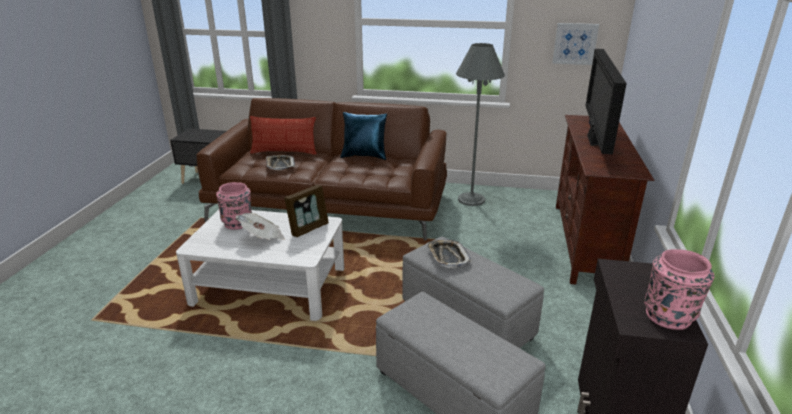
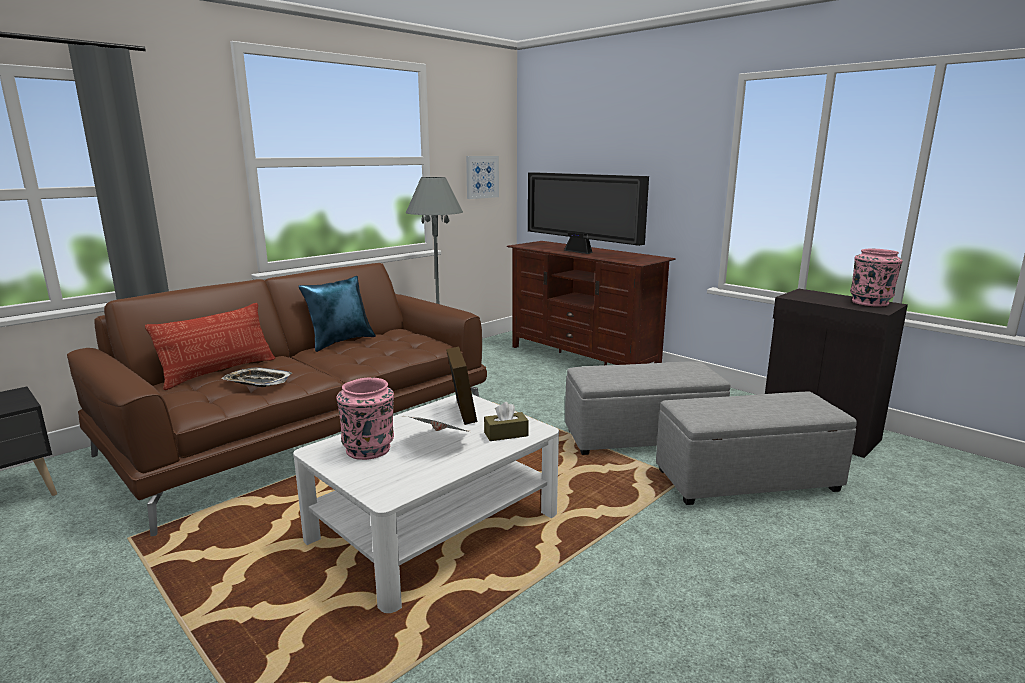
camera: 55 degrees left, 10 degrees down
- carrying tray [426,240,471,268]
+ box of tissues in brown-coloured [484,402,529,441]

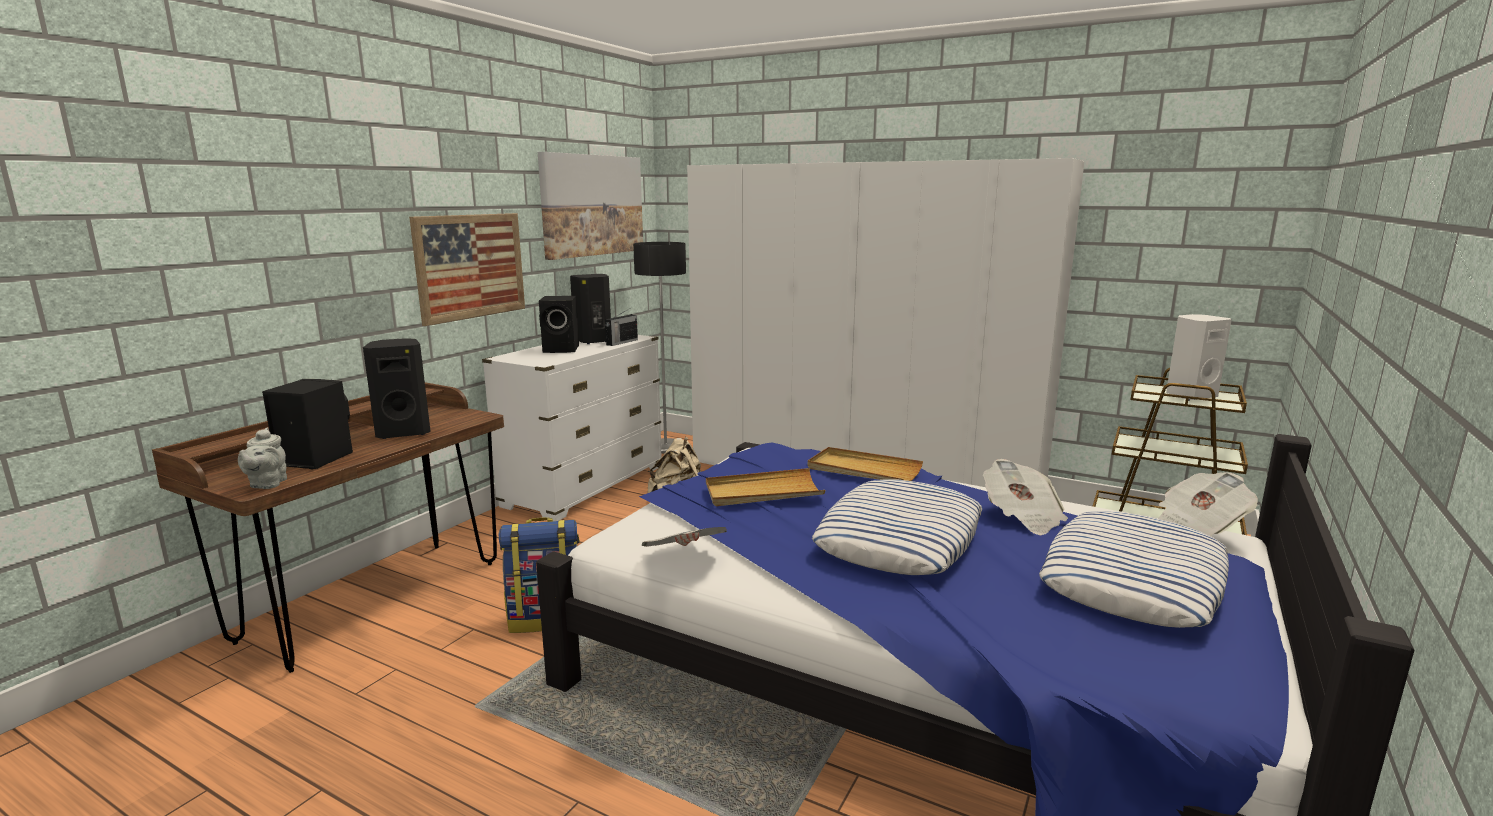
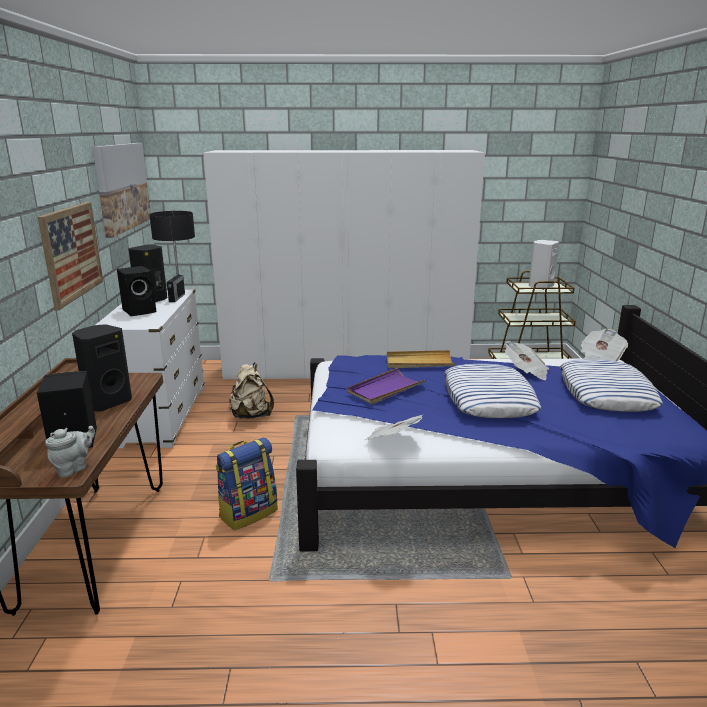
camera: 30 degrees left, 5 degrees up
~ carrying tray in beige-coloured [706,468,825,506] to carrying tray in purple-coloured [347,368,426,404]
~ pot for tea in gray [238,428,287,489] = [45,426,95,477] 105 degrees counterclockwise

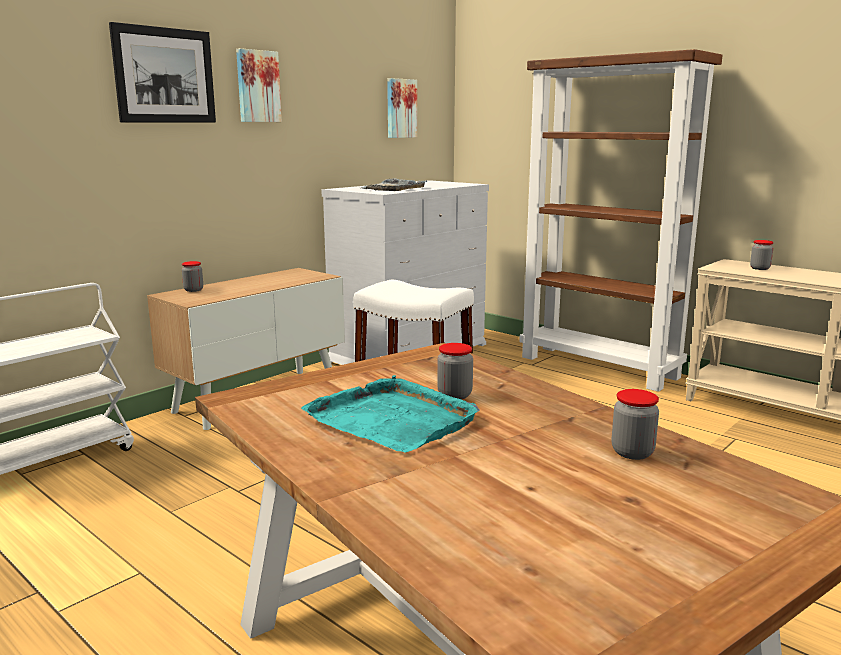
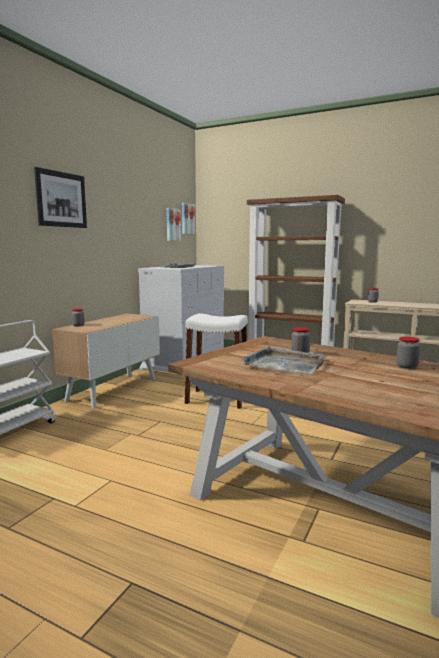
camera: 15 degrees left, 5 degrees down
~ wall picture [236,48,282,122] to [182,203,195,234]
~ carrying tray in turquoise-coloured [301,375,480,453] to carrying tray in gray [241,346,327,374]

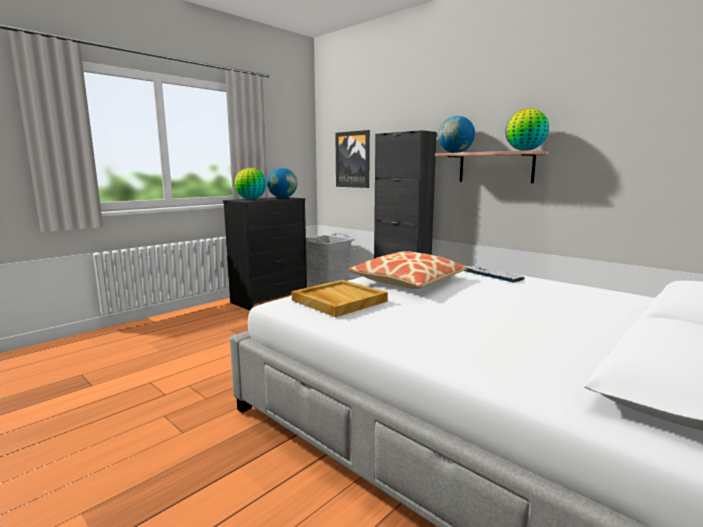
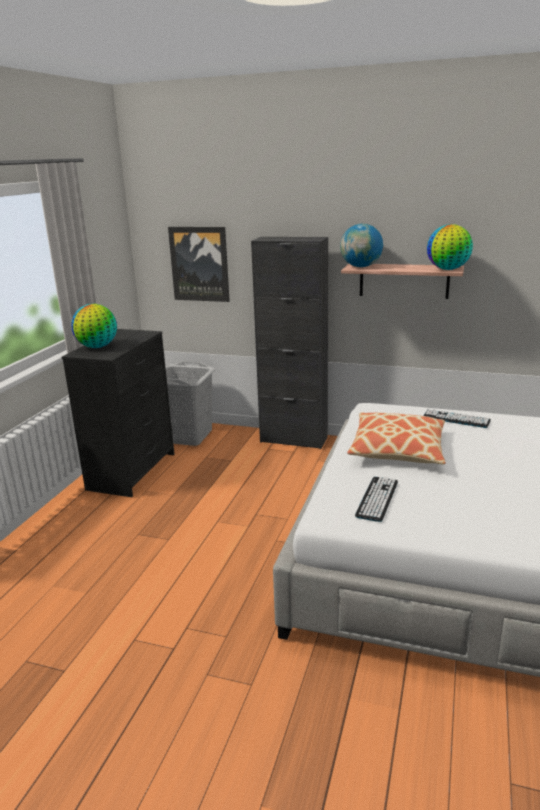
camera: 25 degrees left, 10 degrees up
- world globe [267,168,297,198]
~ carrying tray in beige-coloured [292,280,388,317] to keyboard [355,477,398,522]

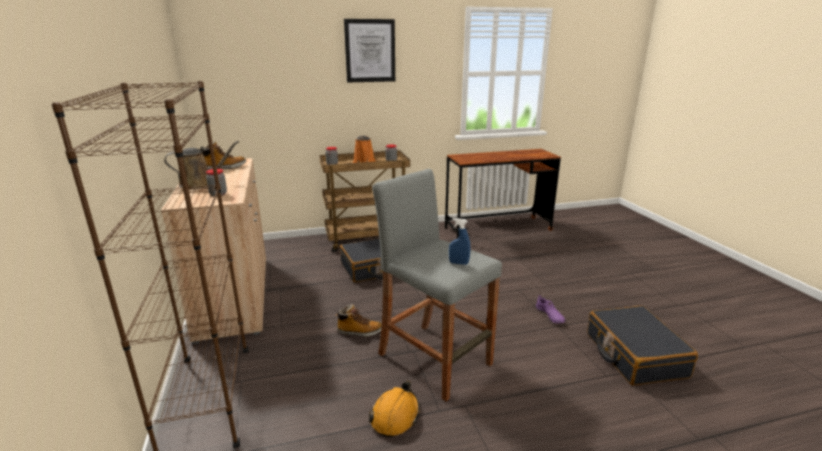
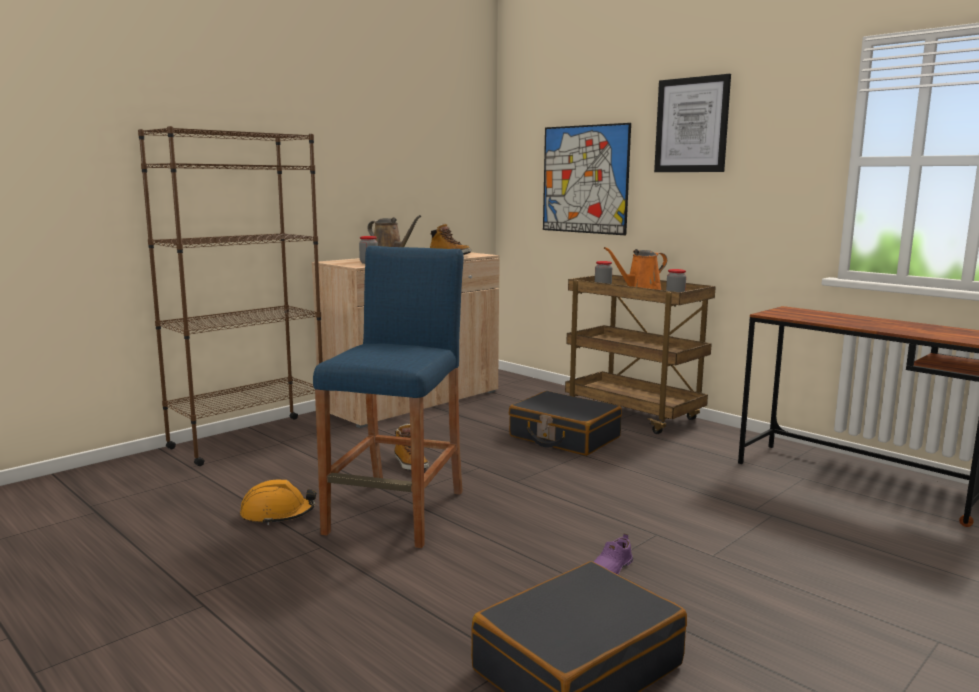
camera: 60 degrees right, 10 degrees down
- hand sprayer in blue-coloured [449,218,470,265]
+ wall picture [543,123,631,235]
~ stool in gray [372,169,502,401] to stool in blue-coloured [313,246,464,548]

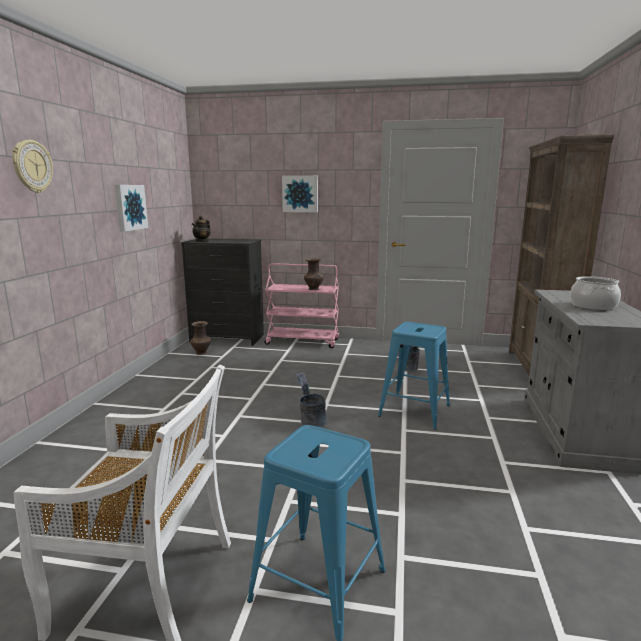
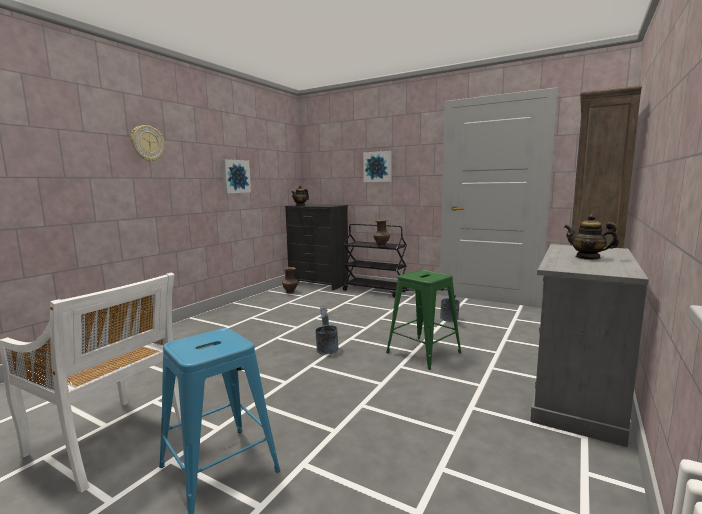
camera: 20 degrees right, 5 degrees down
~ saucepot [570,276,621,310] to pot for tea [564,214,619,260]
~ wheeled cart in pink [264,263,339,348] to wheeled cart in black [343,224,407,298]
~ stool in blue-coloured [378,322,450,429] to stool in green-coloured [386,270,461,370]

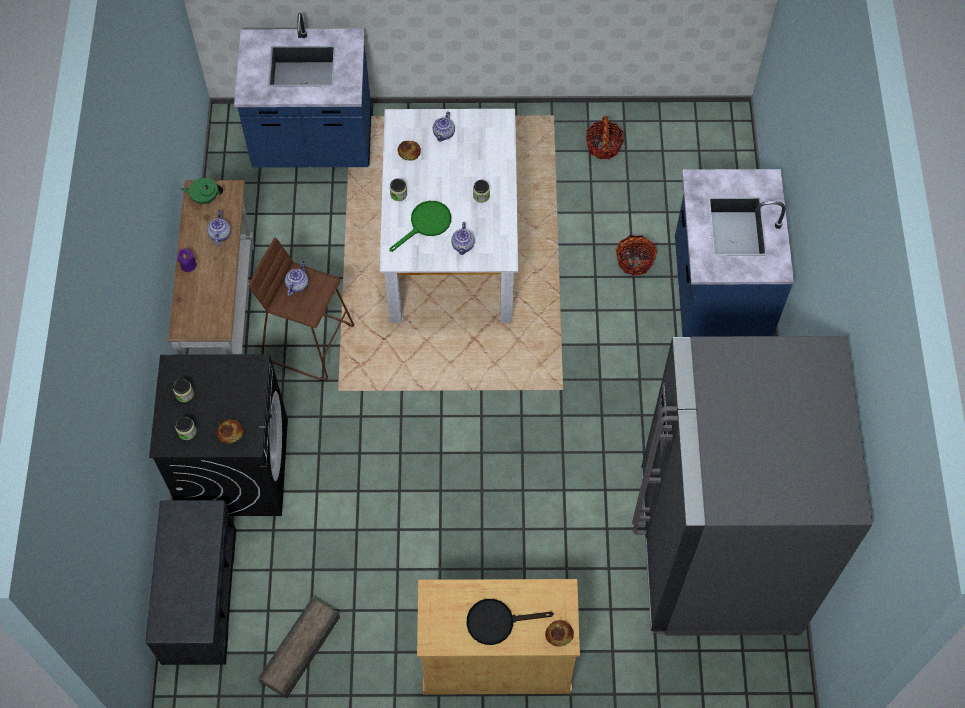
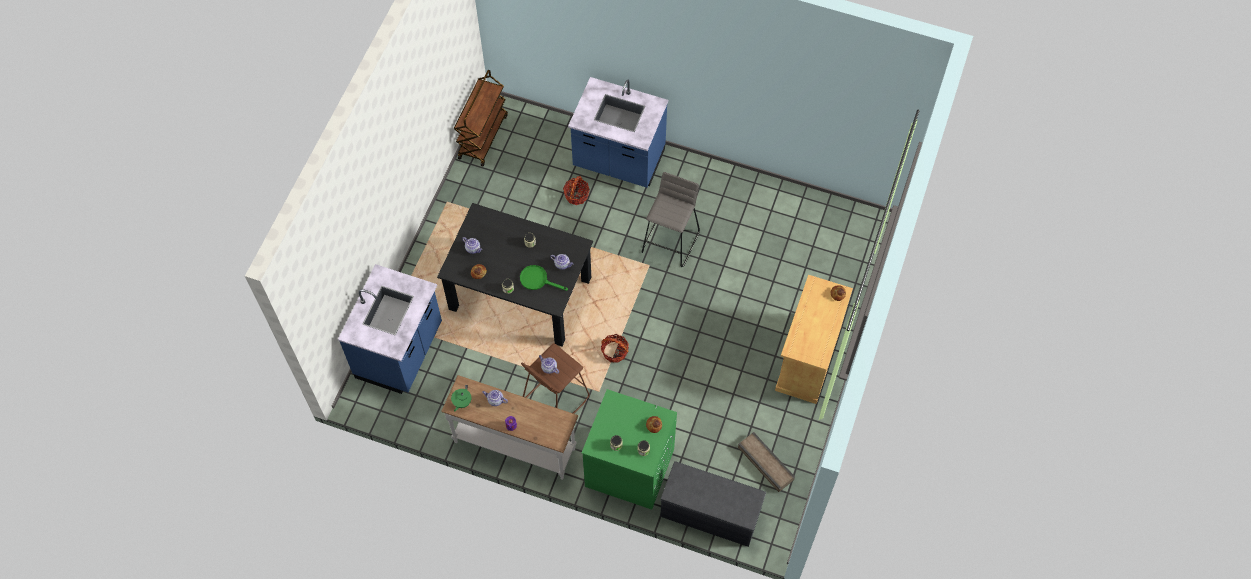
camera: 70 degrees left, 0 degrees up
- pan in black [467,599,554,645]
- kitchen fridge in gray [632,336,872,636]
+ wheeled cart in brown-coloured [454,70,508,167]
+ stool in gray [642,172,700,267]
~ household basket [586,116,624,159] to [601,334,629,363]
~ washing machine in black [149,354,288,516] to washing machine in green-coloured [582,389,677,510]
~ kitchen table in white-coloured [380,109,518,323] to kitchen table in black [437,203,593,346]
~ pan in green-coloured [390,201,451,252] = [520,265,568,291] 45 degrees counterclockwise

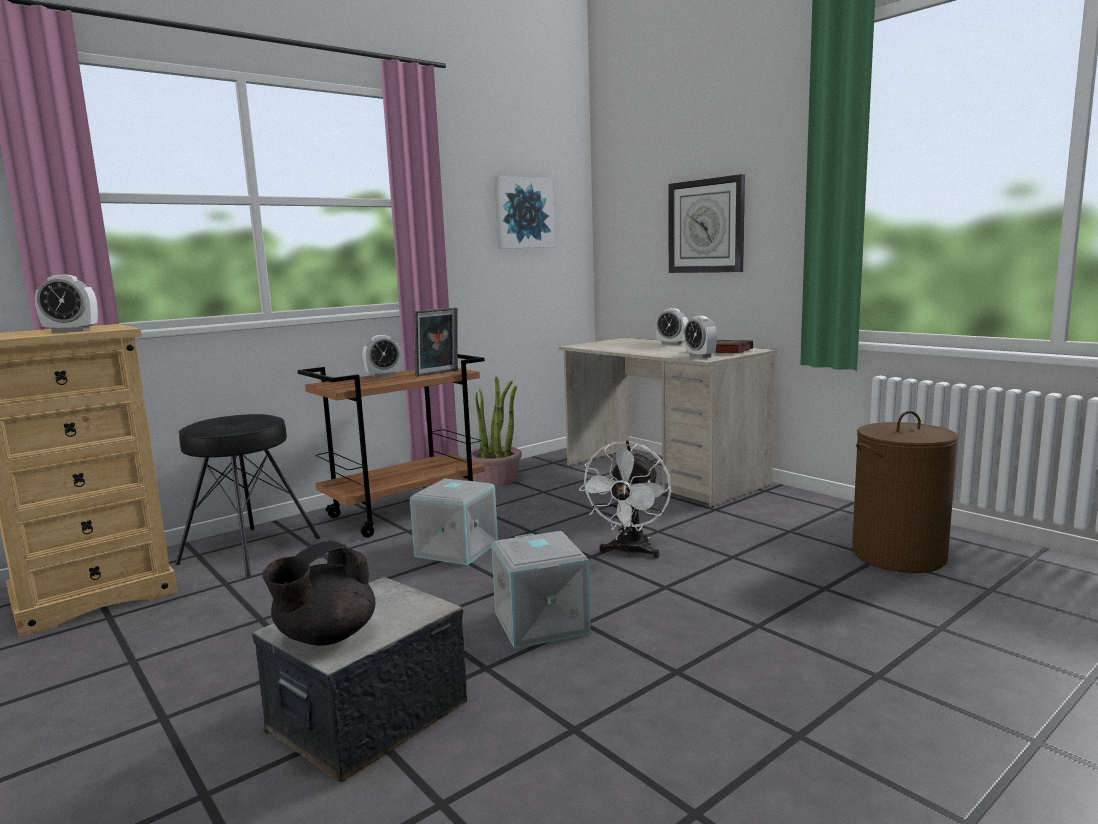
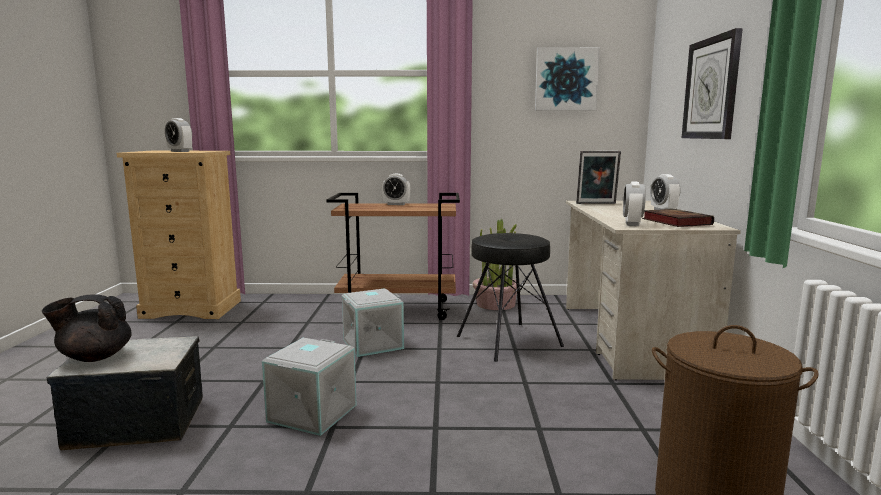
camera: 40 degrees right, 0 degrees up
- cooling fan in white-coloured [579,441,671,558]
~ stool in black [175,414,320,577] to [457,233,564,362]
~ standing frame [414,307,458,376] to [576,151,621,204]

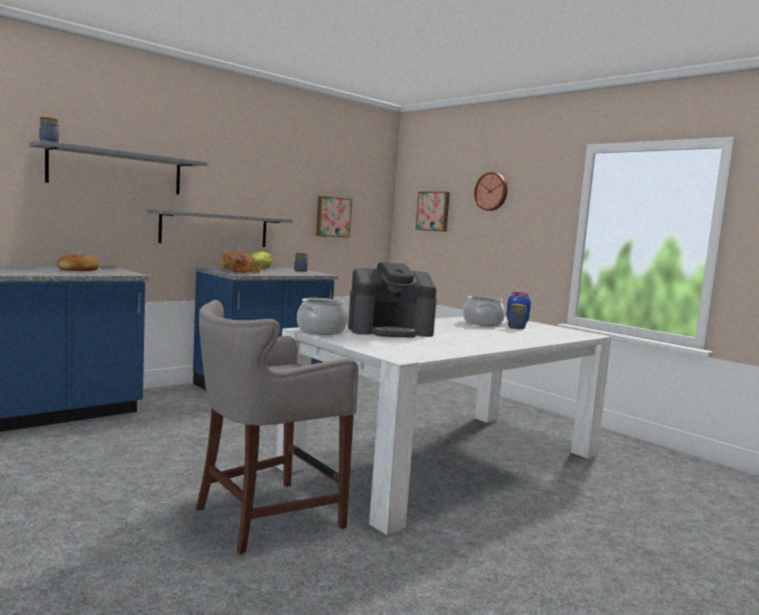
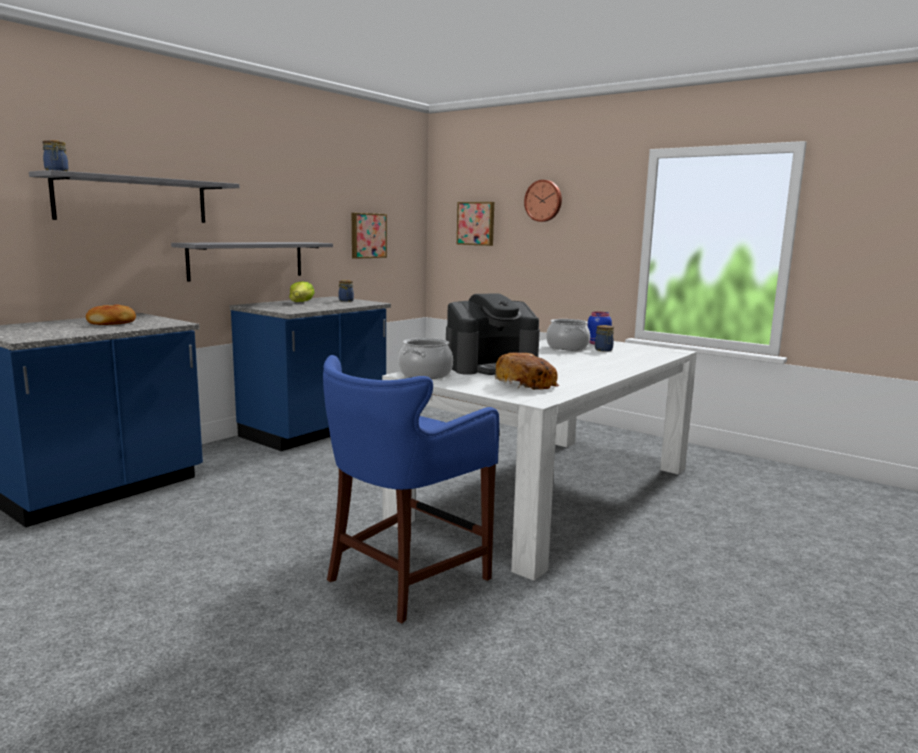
camera: 10 degrees left, 5 degrees up
~ bakery bread [221,251,261,274] to [495,352,559,390]
~ stool in gray [196,300,358,555] to stool in blue-coloured [323,355,499,623]

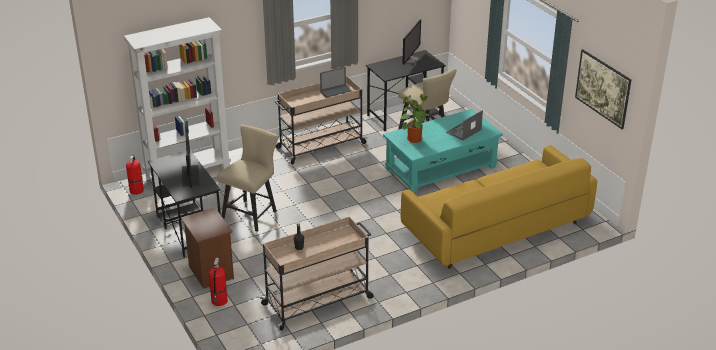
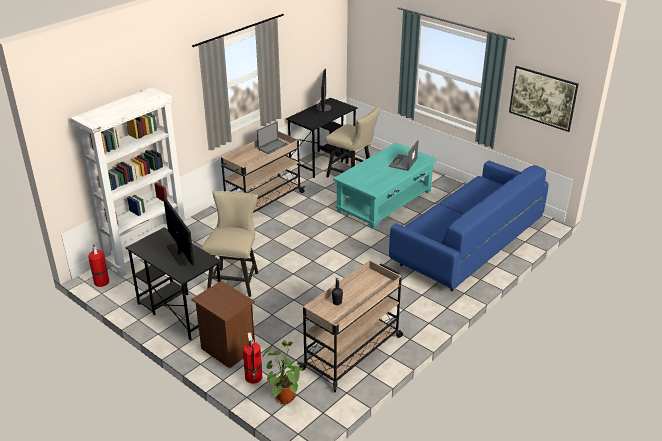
camera: 20 degrees left, 0 degrees up
~ houseplant [401,94,430,143] to [262,340,303,404]
~ couch in yellow [401,145,597,269] to couch in blue-coloured [389,161,549,291]

